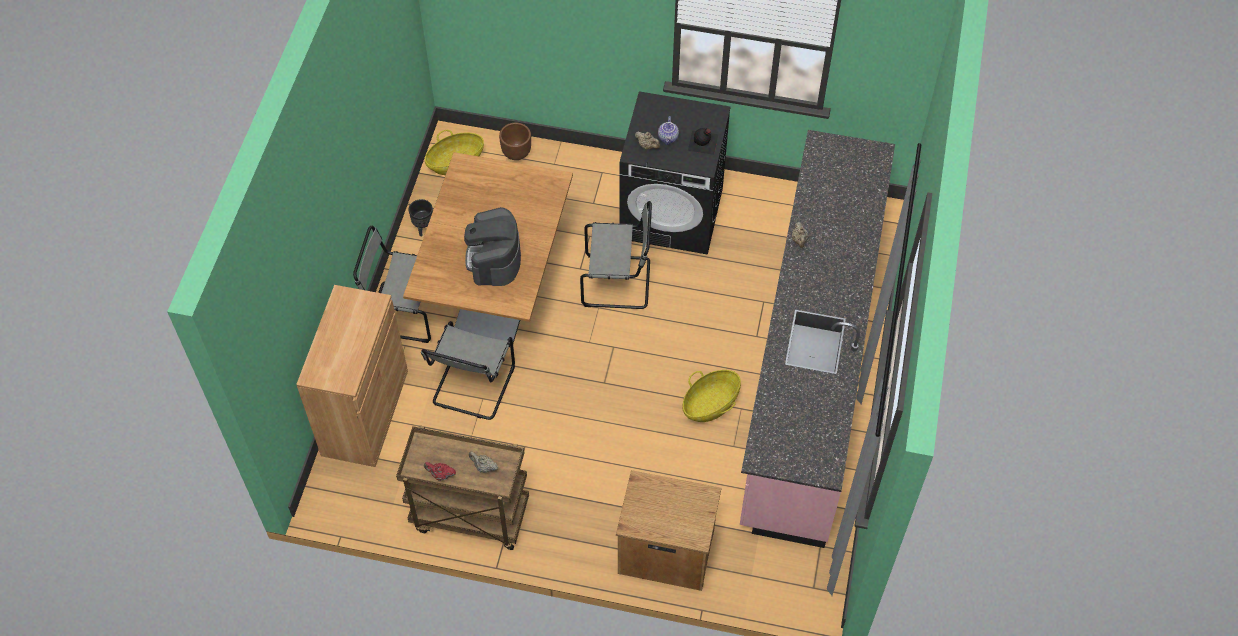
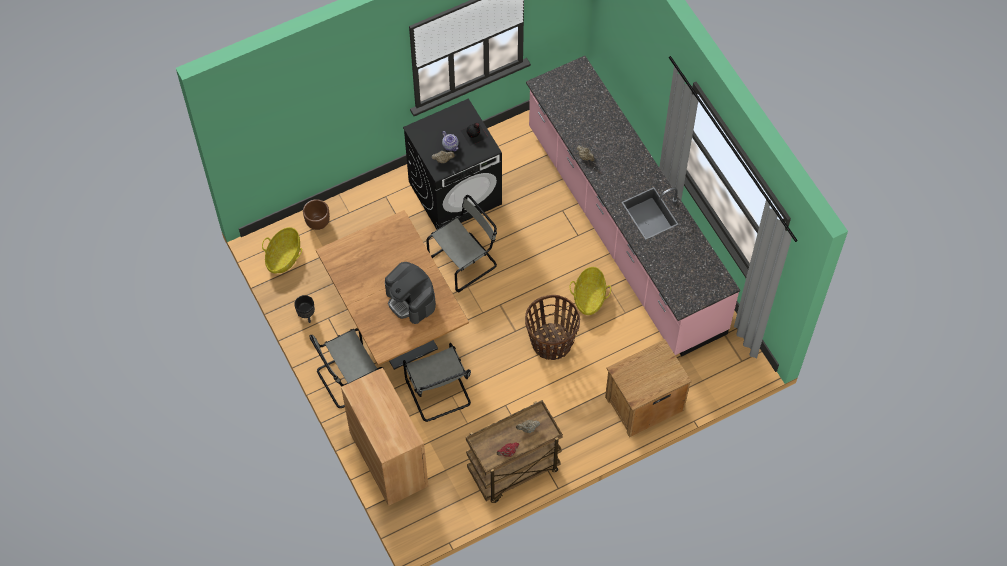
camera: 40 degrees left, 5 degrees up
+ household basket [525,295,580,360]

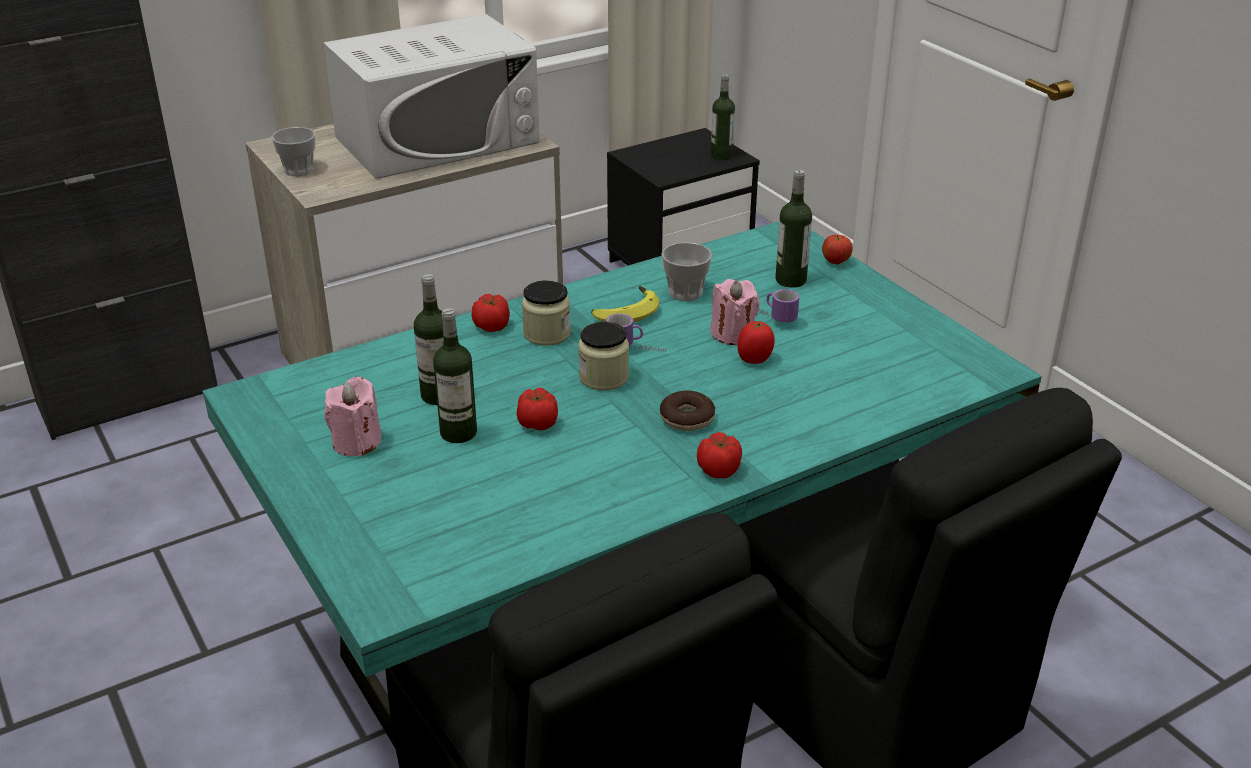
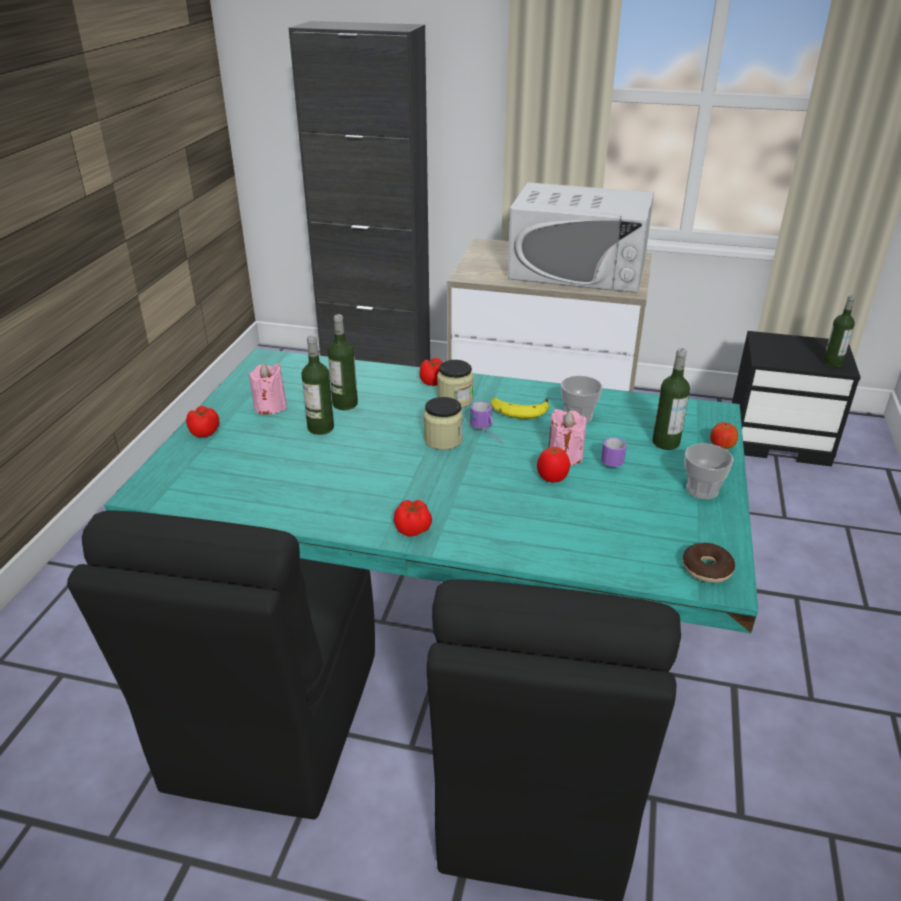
camera: 45 degrees right, 0 degrees up
~ cup [272,127,315,176] to [685,443,734,499]
~ fresh tomato [517,387,558,431] to [186,406,219,437]
~ doughnut [660,390,715,431] to [683,543,735,583]

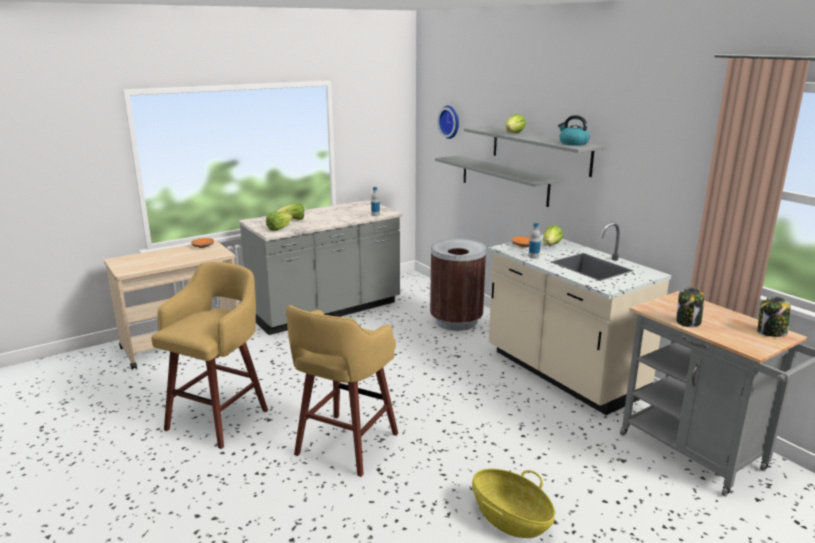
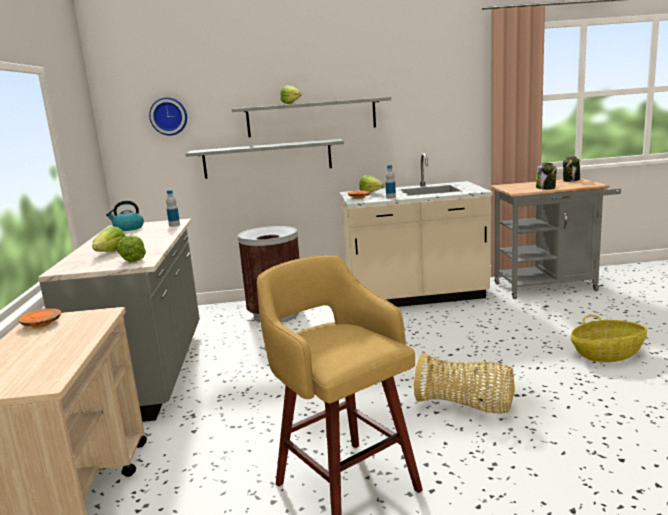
camera: 60 degrees left, 5 degrees down
~ kettle [558,115,590,146] to [106,200,144,231]
~ stool in yellow [286,305,398,477] to household basket [414,353,515,414]

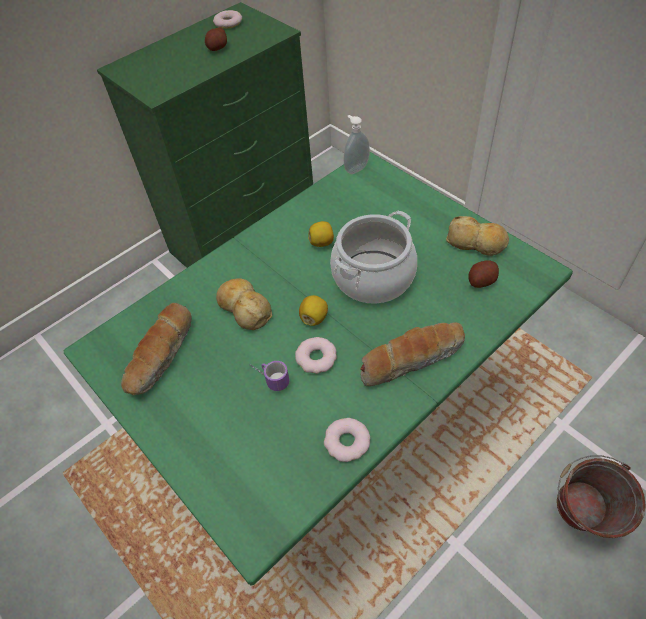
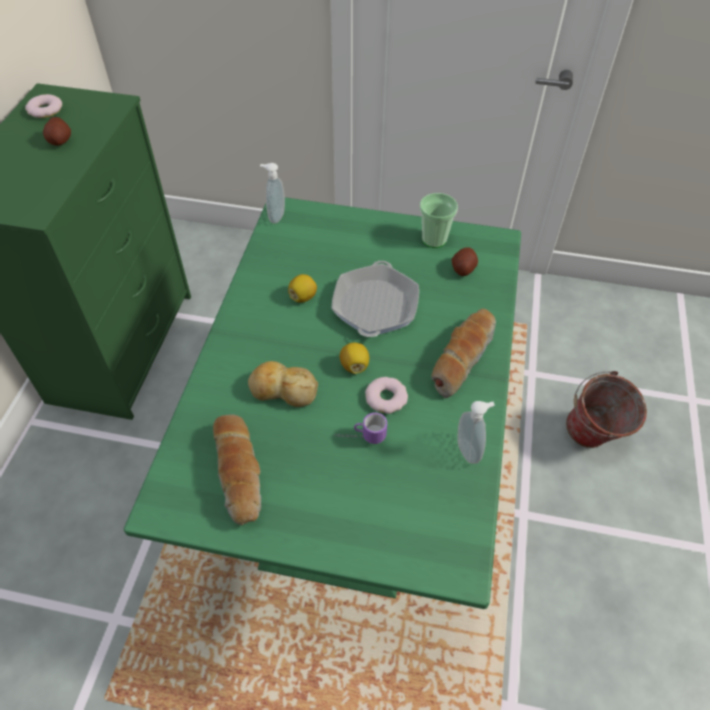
camera: 40 degrees left, 0 degrees up
~ doughnut [324,418,370,462] to liquid soap bottle [457,401,495,464]
~ saucepot [330,211,417,304] to pan [331,261,419,337]
~ bakery bread [446,216,509,256] to cup [420,193,458,248]

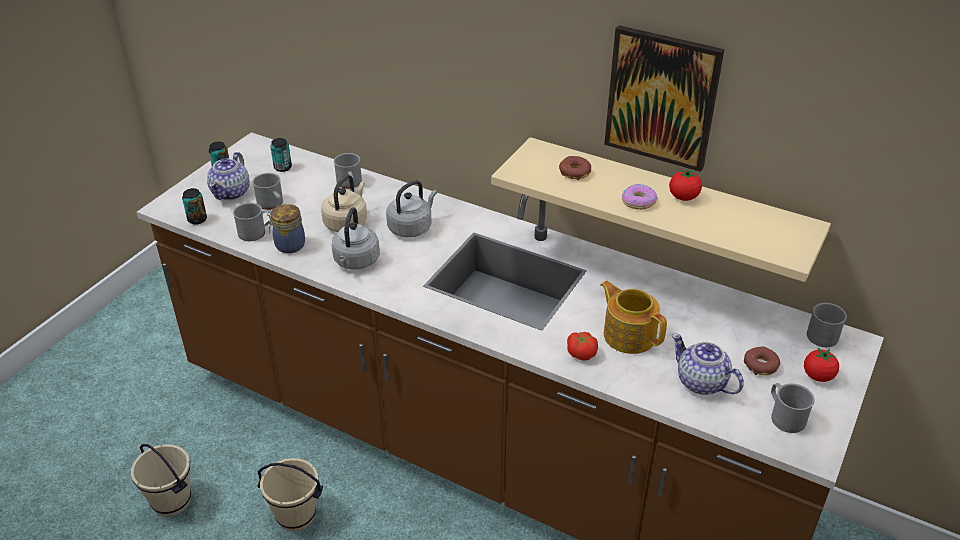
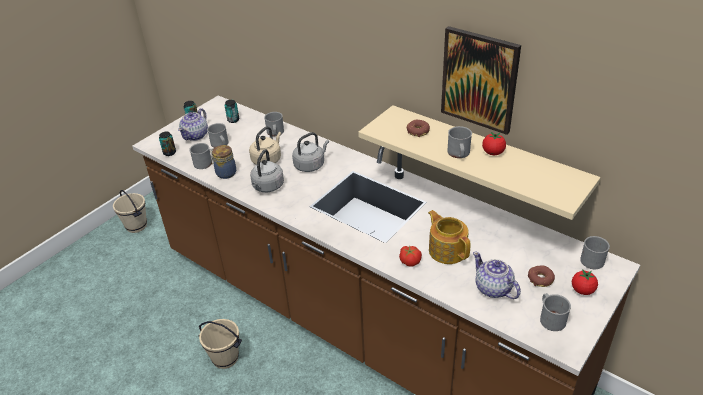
camera: 10 degrees right, 0 degrees up
~ water bucket in beige-coloured [131,444,191,517] to [113,190,147,233]
~ doughnut [622,184,658,210] to tea mug in gray [447,126,472,158]

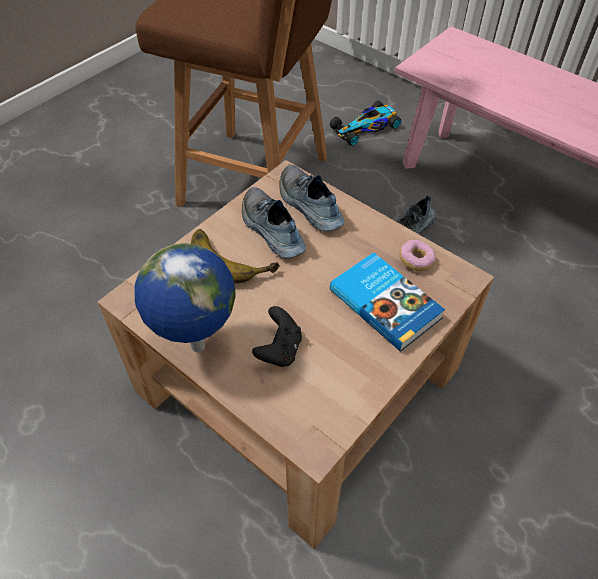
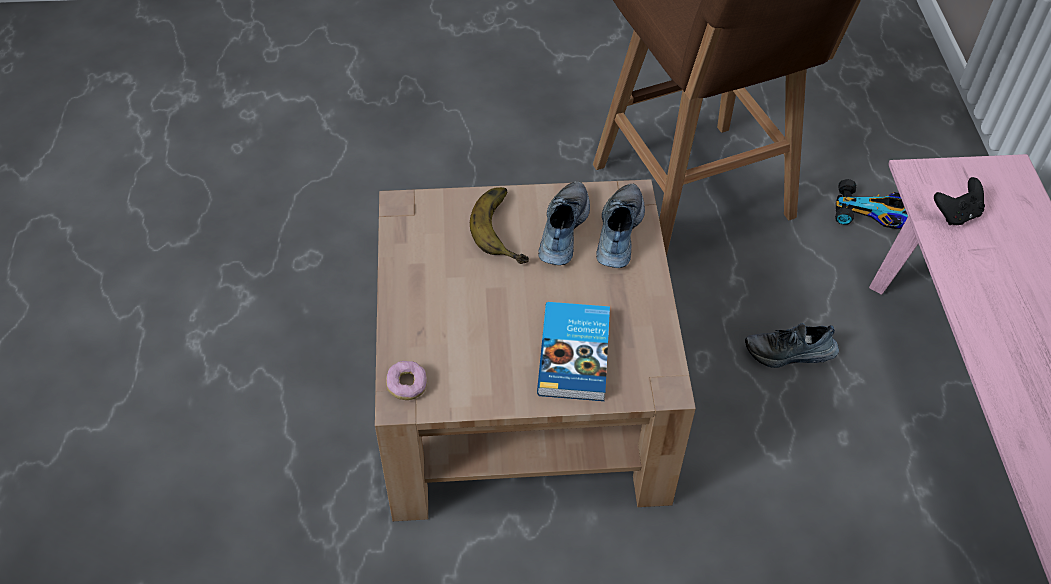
camera: 45 degrees right, 0 degrees up
- world globe [134,243,235,352]
~ gamepad in black [252,306,302,367] to [934,177,985,225]
~ doughnut [399,240,435,271] to [386,361,427,400]

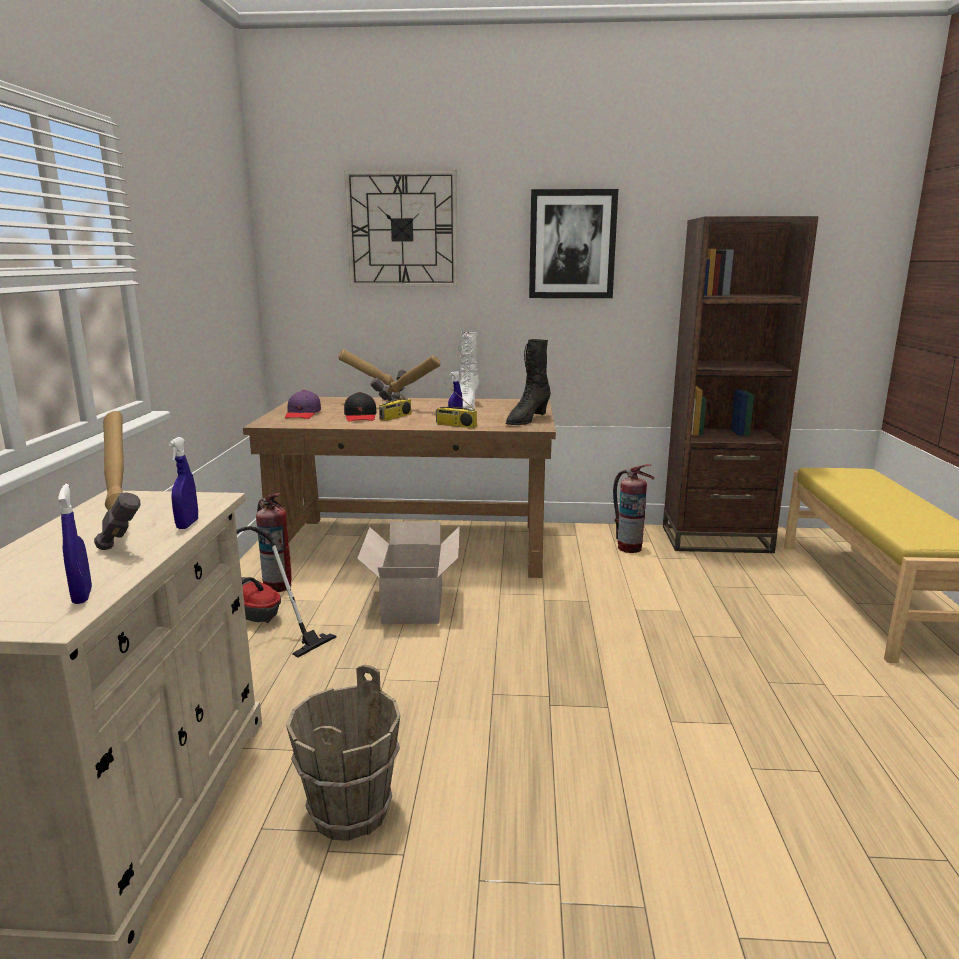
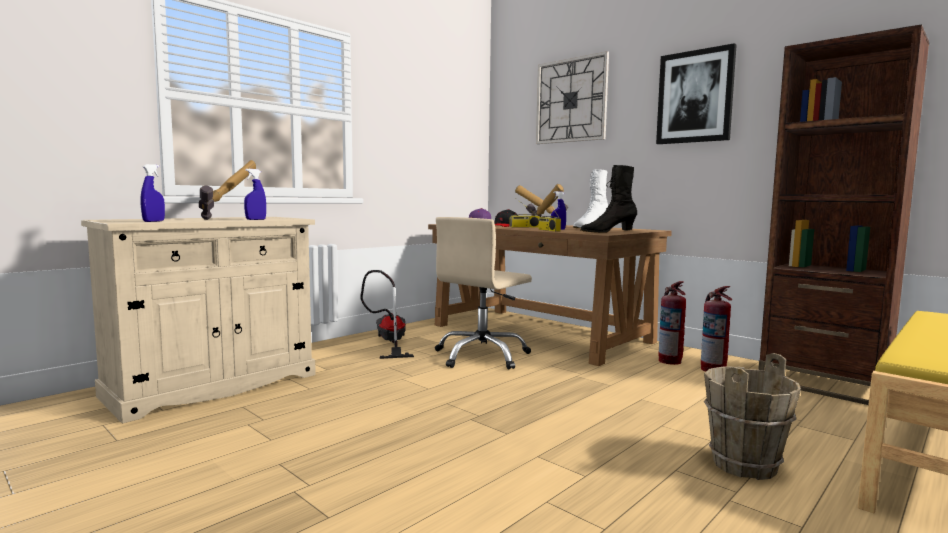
camera: 40 degrees right, 10 degrees down
~ extinguisher [256,493,292,592] to [659,281,686,365]
~ water bucket in brown-coloured [286,665,401,841] to [704,353,801,480]
~ packing box [357,522,460,624] to office chair in beige-coloured [435,217,532,369]

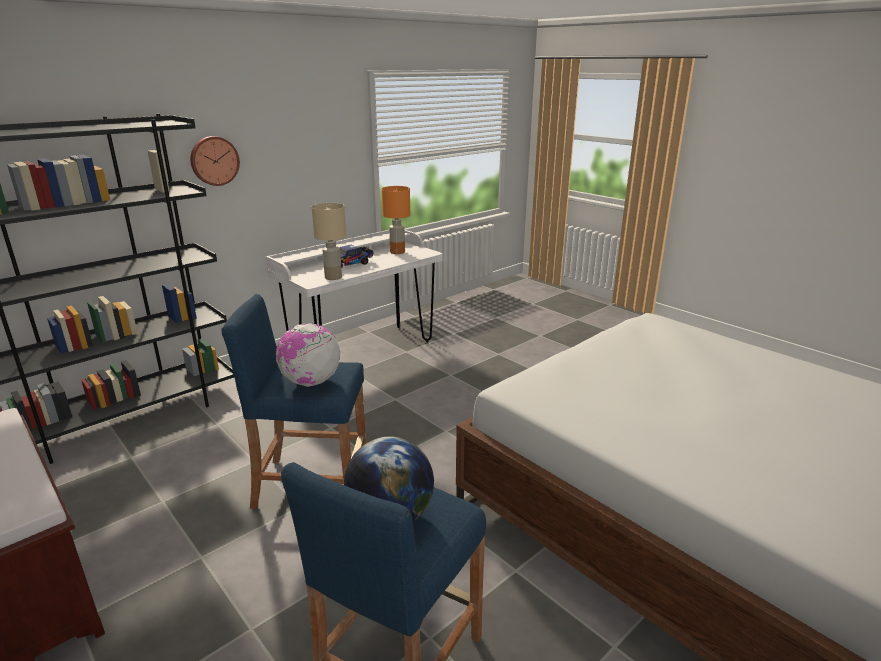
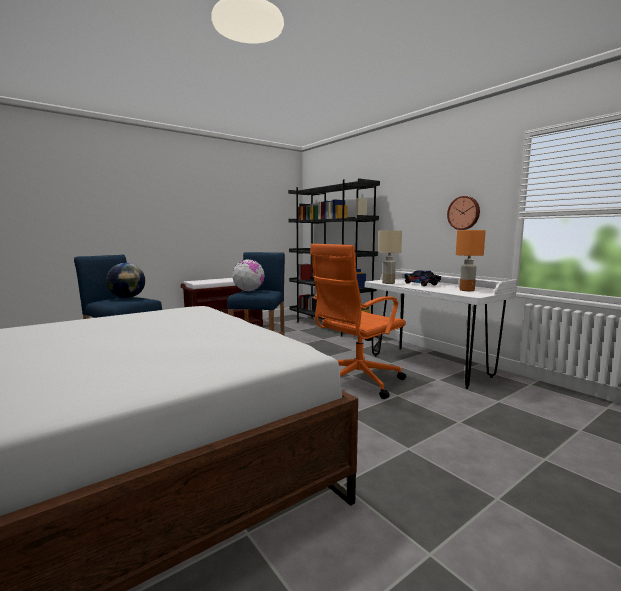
camera: 95 degrees right, 15 degrees down
+ office chair in orangey [310,244,406,399]
~ clock on the wall [190,136,240,186] to [447,196,480,230]

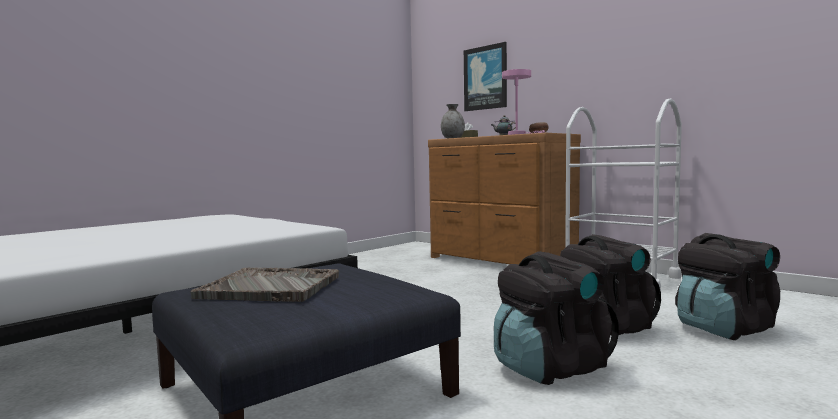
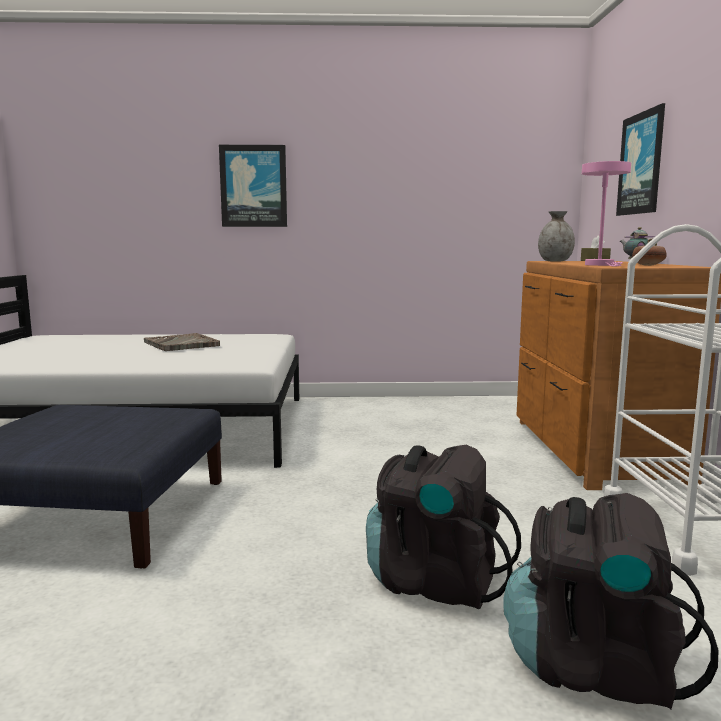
camera: 45 degrees right, 5 degrees up
- backpack in black [494,251,619,385]
+ wall picture [219,145,287,227]
~ carrying tray in gray [191,268,339,302] to [144,333,220,351]

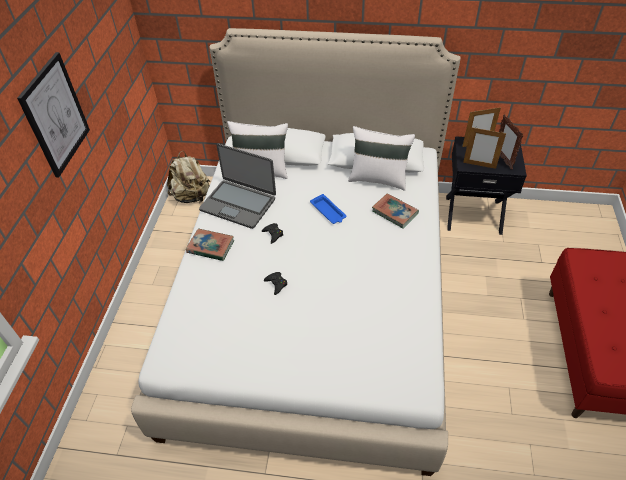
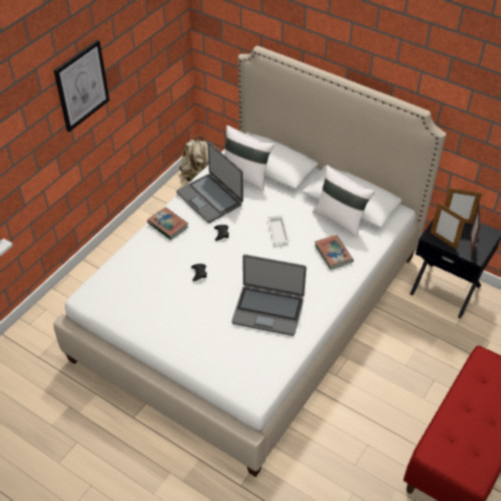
camera: 25 degrees right, 0 degrees up
+ portable computer [232,254,306,336]
~ carrying tray in blue-coloured [310,194,347,224] to carrying tray in white-coloured [268,215,289,245]

